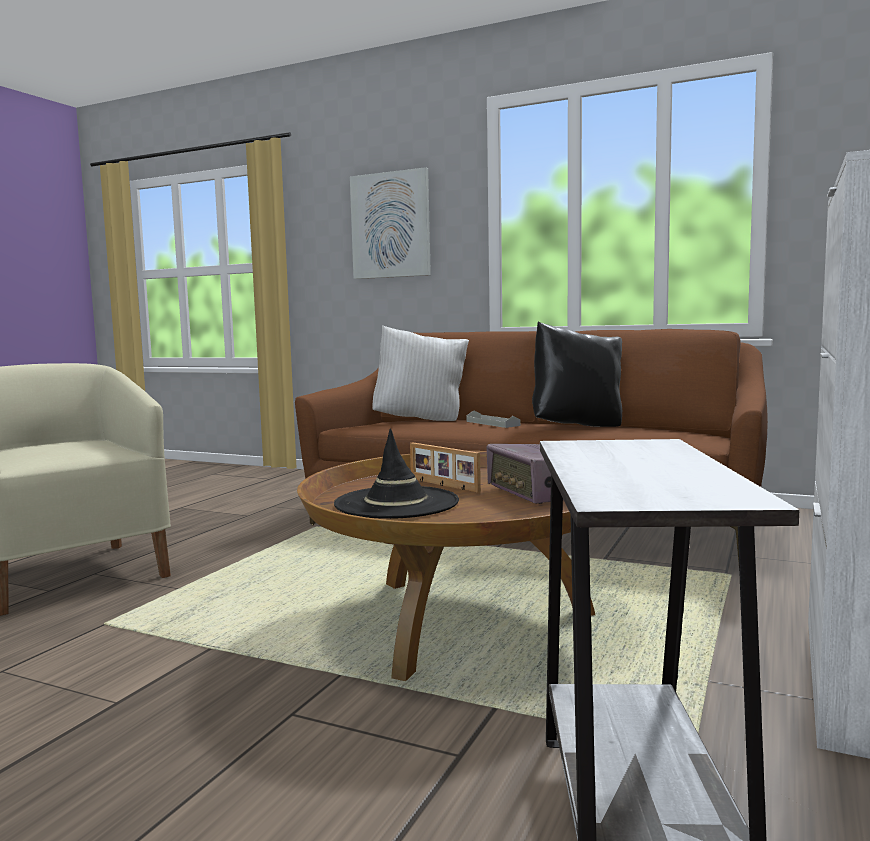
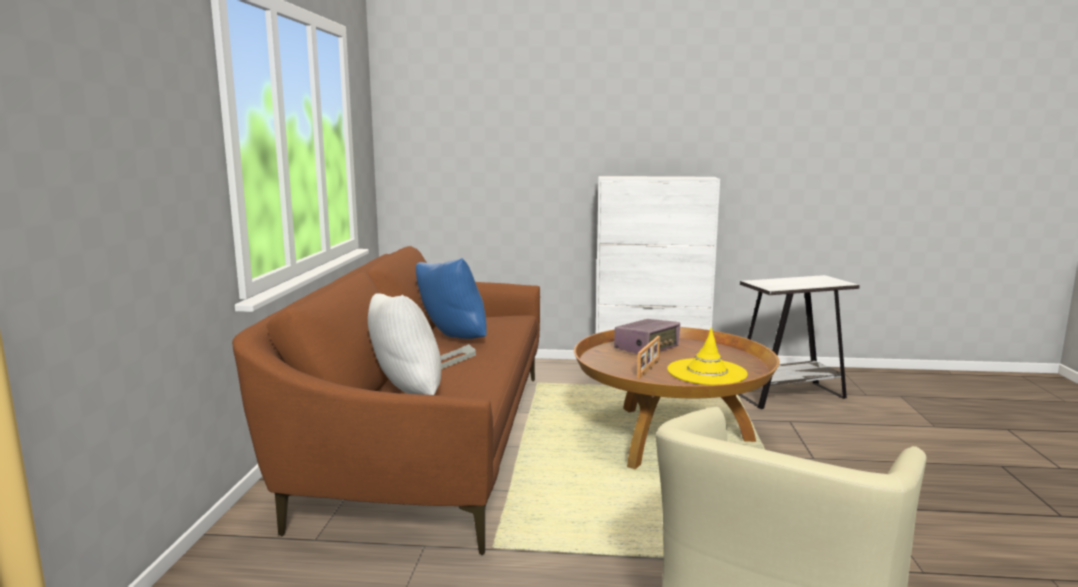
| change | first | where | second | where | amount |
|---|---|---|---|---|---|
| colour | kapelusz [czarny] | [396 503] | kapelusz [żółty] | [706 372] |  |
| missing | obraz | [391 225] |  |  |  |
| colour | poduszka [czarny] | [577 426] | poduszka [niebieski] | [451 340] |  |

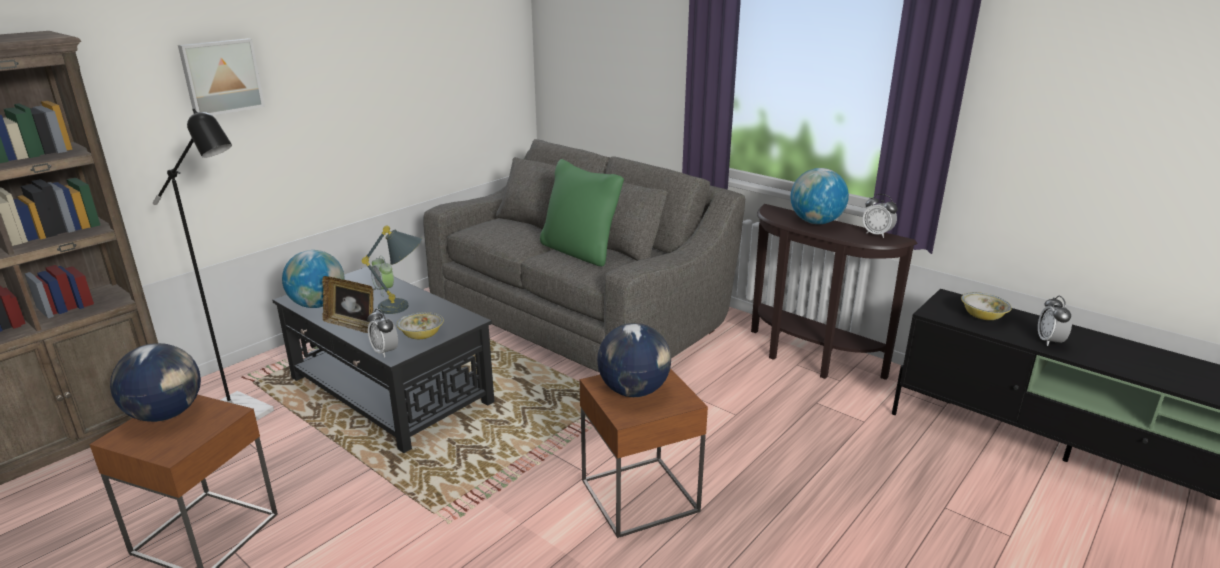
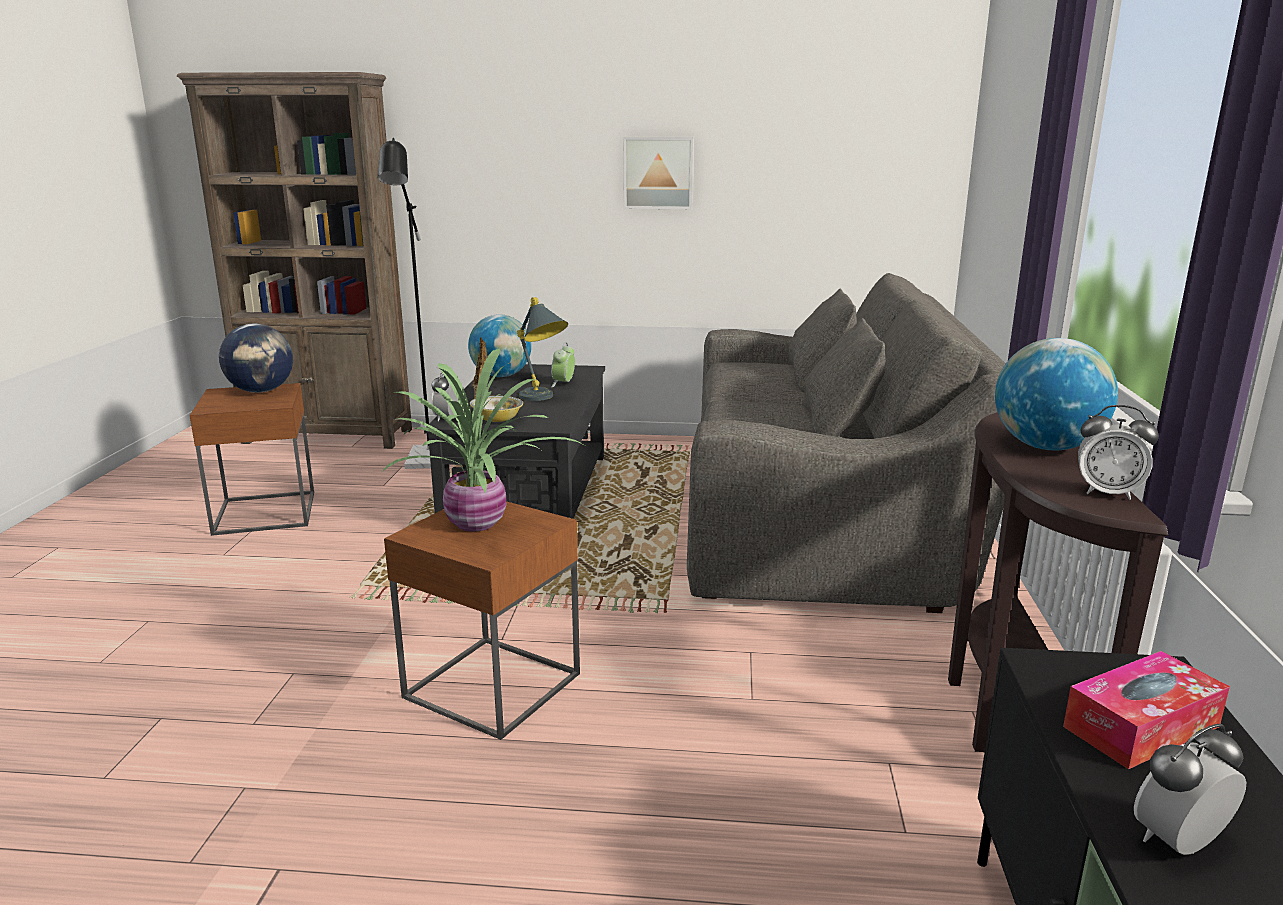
| change | first | where | second | where | amount |
|---|---|---|---|---|---|
| relocated | obraz | [221 76] |  | [658 173] |  |
| missing | poduszka [zielony] | [580 251] |  |  |  |
| exchanged | globus | [634 391] | roślina doniczkowa | [480 524] |  |
| spun | budzik | [877 234] |  | [1107 493] | 75 degrees counterclockwise |
| exchanged | miska | [982 316] | pudełko chusteczek | [1141 726] |  |

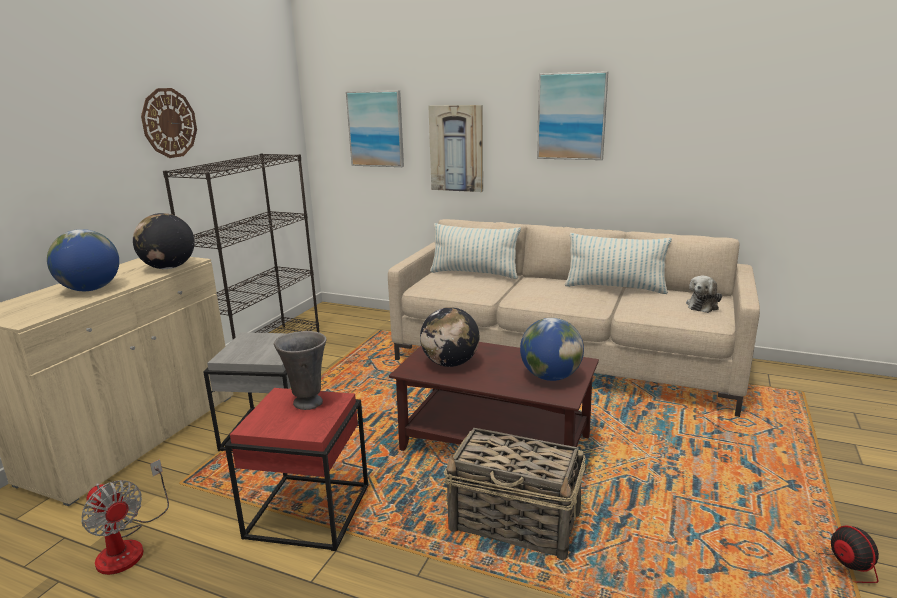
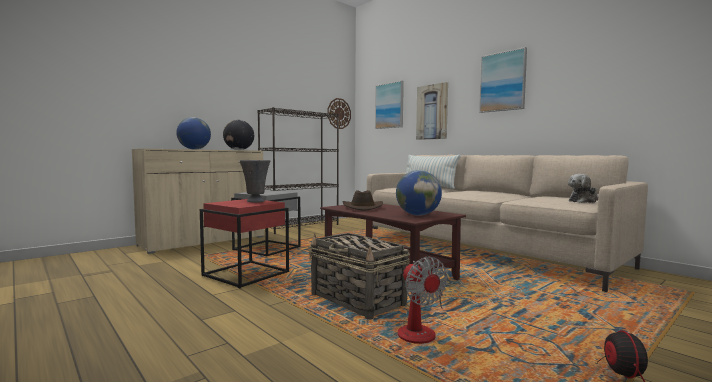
| change | first | where | second | where | amount |
|---|---|---|---|---|---|
| relocated | wentylator | [128 545] |  | [420 330] |  |
| relocated | zegar ścienny | [169 123] |  | [339 113] |  |
| exchanged | globus | [450 363] | kapelusz [brązowy] | [362 207] |  |
| missing | poduszka | [615 288] |  |  |  |

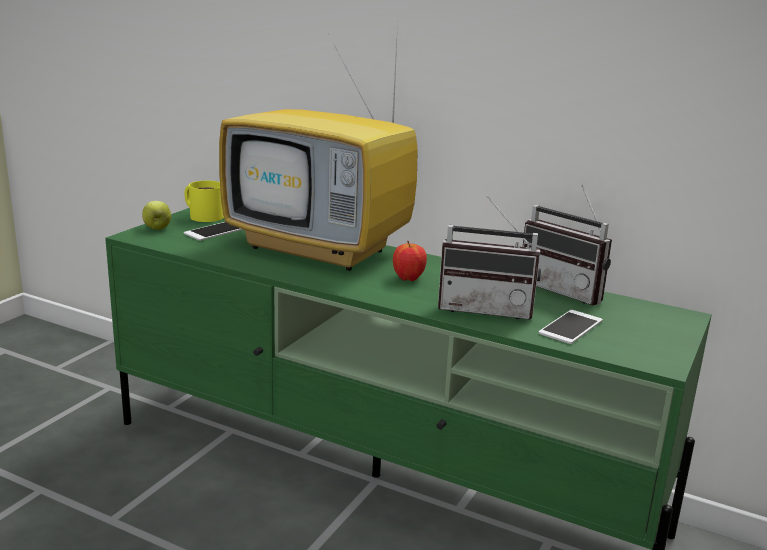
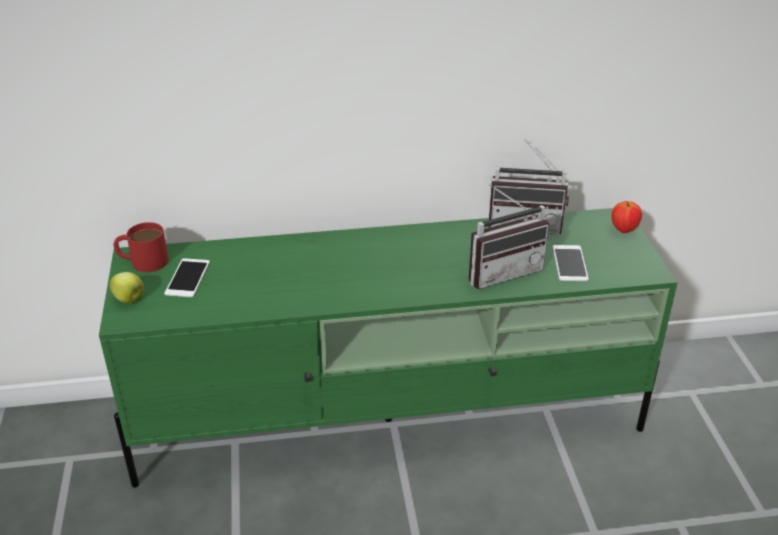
| change | first | where | second | where | amount |
|---|---|---|---|---|---|
| colour | kubek [żółty] | [202 215] | kubek [czerwony] | [142 261] |  |
| missing | telewizor | [322 249] |  |  |  |
| relocated | jabłko | [408 279] |  | [624 230] |  |

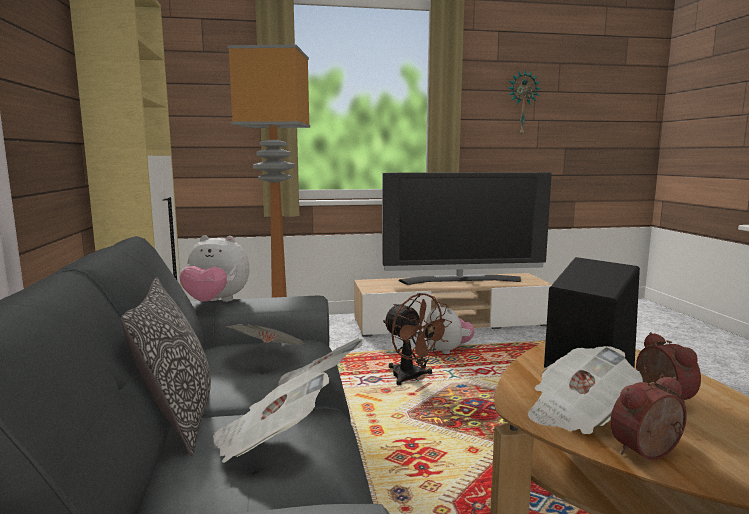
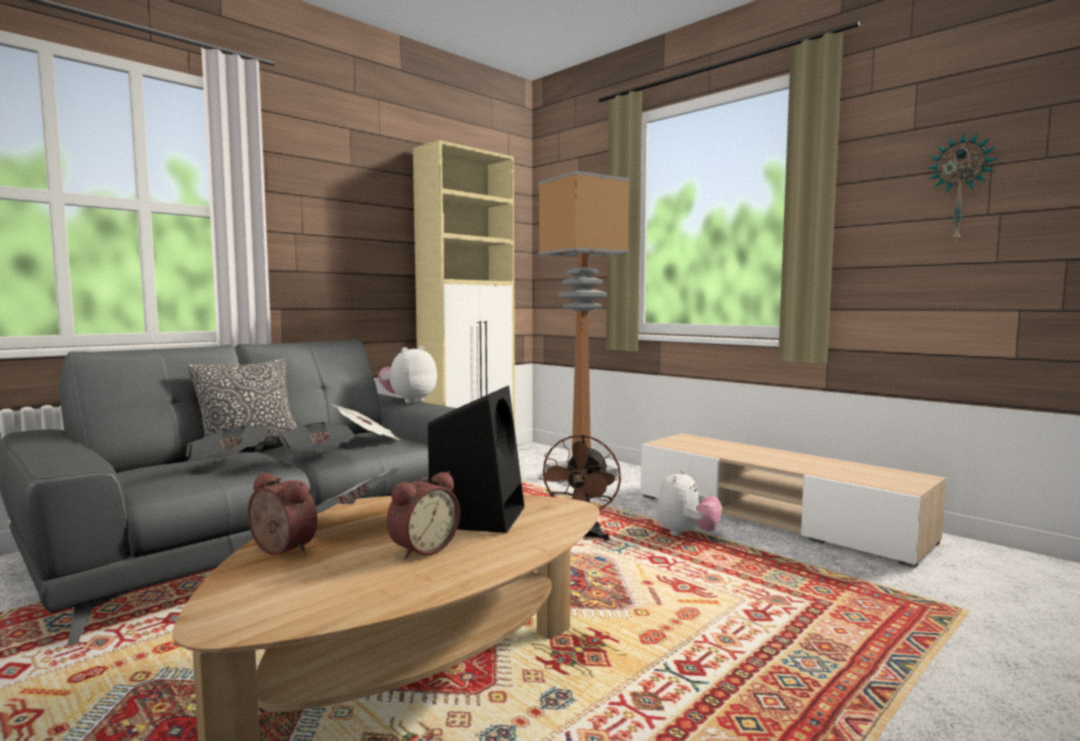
| change | first | where | second | where | amount |
|---|---|---|---|---|---|
| spun | pluszak | [216 302] |  | [408 401] | 60 degrees clockwise |
| missing | telewizor | [461 280] |  |  |  |

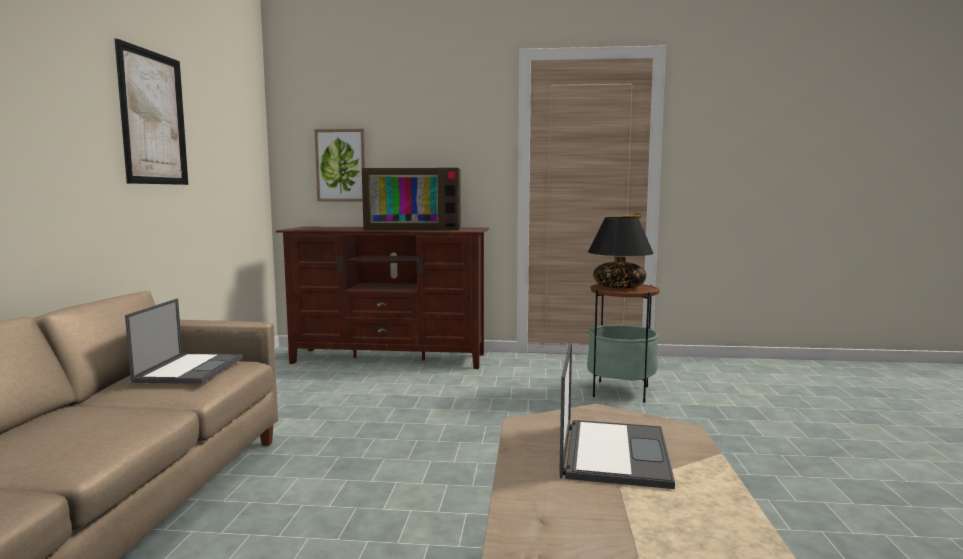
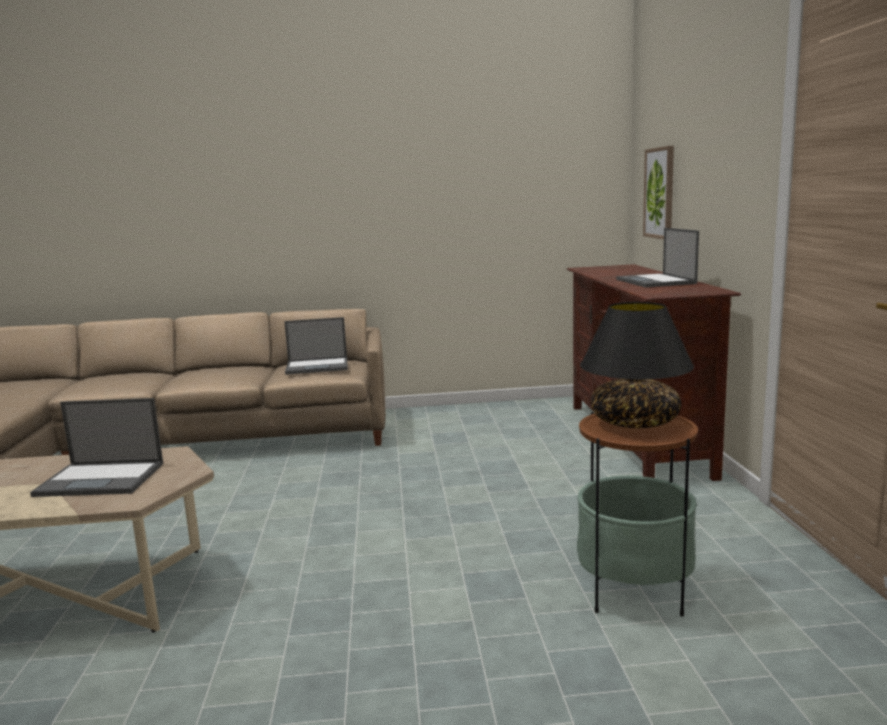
| change | first | where | second | where | amount |
|---|---|---|---|---|---|
| missing | obraz | [153 118] |  |  |  |
| exchanged | telewizor | [415 228] | laptop | [656 281] |  |

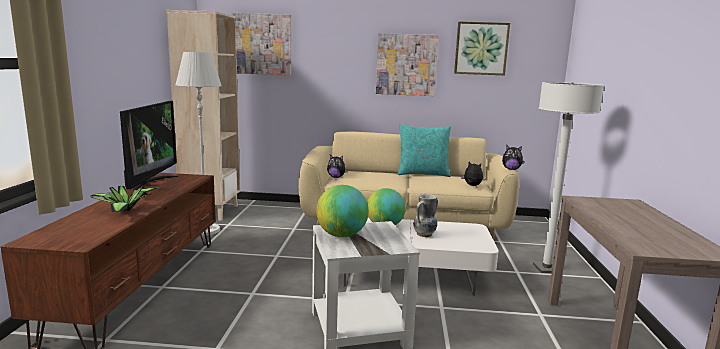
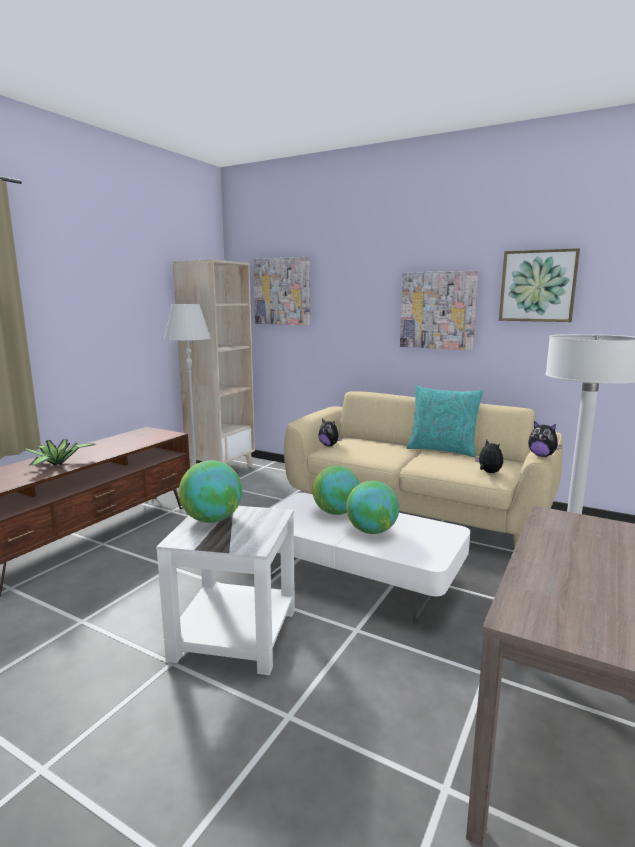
| change | first | where | second | where | amount |
|---|---|---|---|---|---|
| missing | telewizor | [150 185] |  |  |  |
| exchanged | wazon | [424 235] | globus | [371 531] |  |

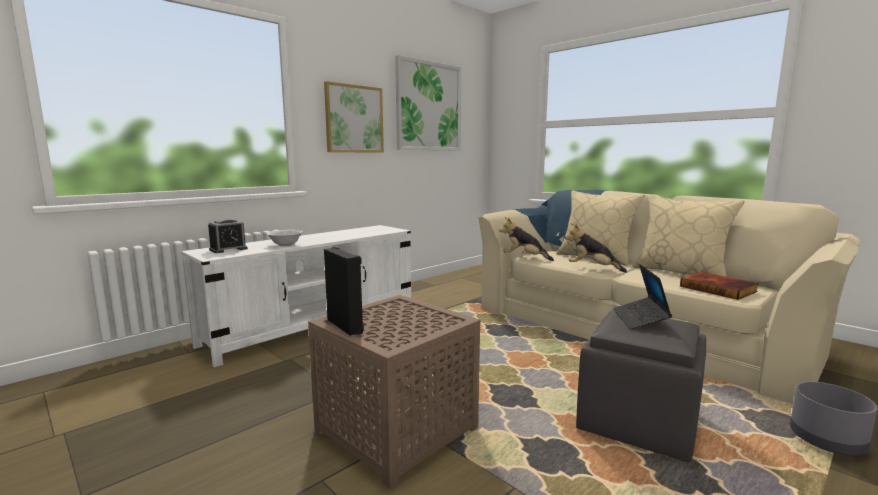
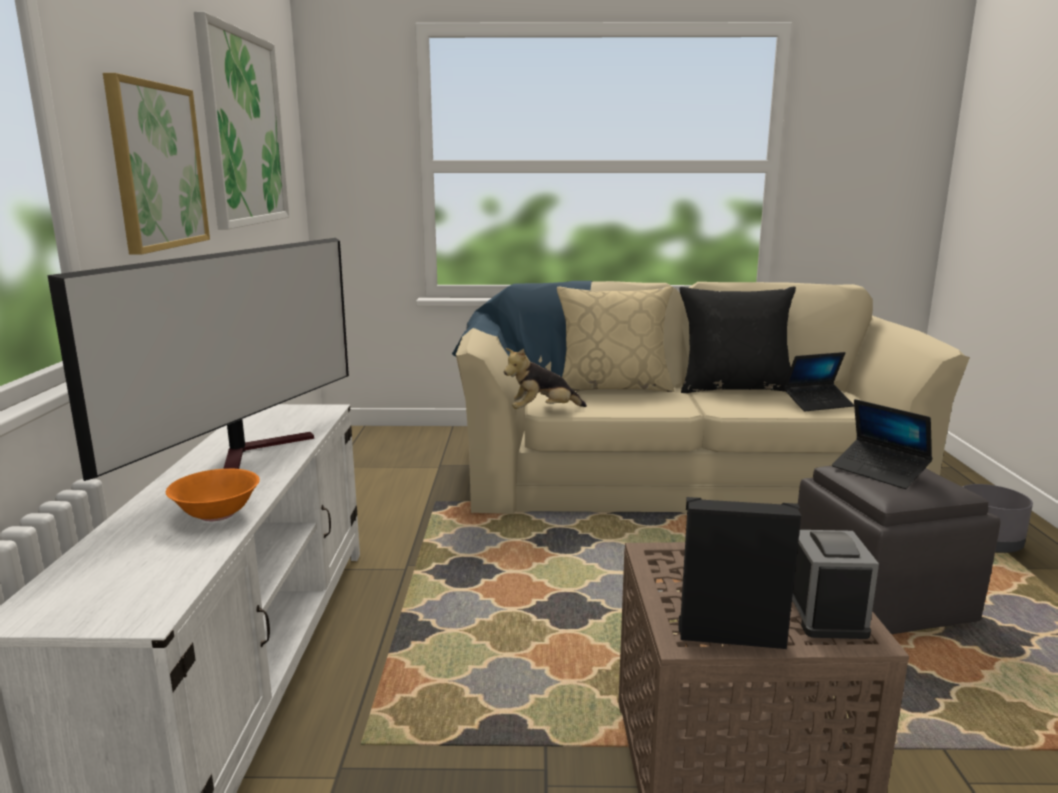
| change | first | where | second | where | amount |
|---|---|---|---|---|---|
| relocated | budzik | [228 249] |  | [825 613] |  |
| colour | miska [biały] | [285 245] | miska [pomarańczowy] | [216 514] |  |
| missing | pluszak | [592 269] |  |  |  |
| colour | poduszka [beżowy] | [681 272] | poduszka [czarny] | [734 388] |  |
| exchanged | książka | [718 289] | laptop | [817 403] |  |
| appeared |  |  | telewizor | [255 452] |  |

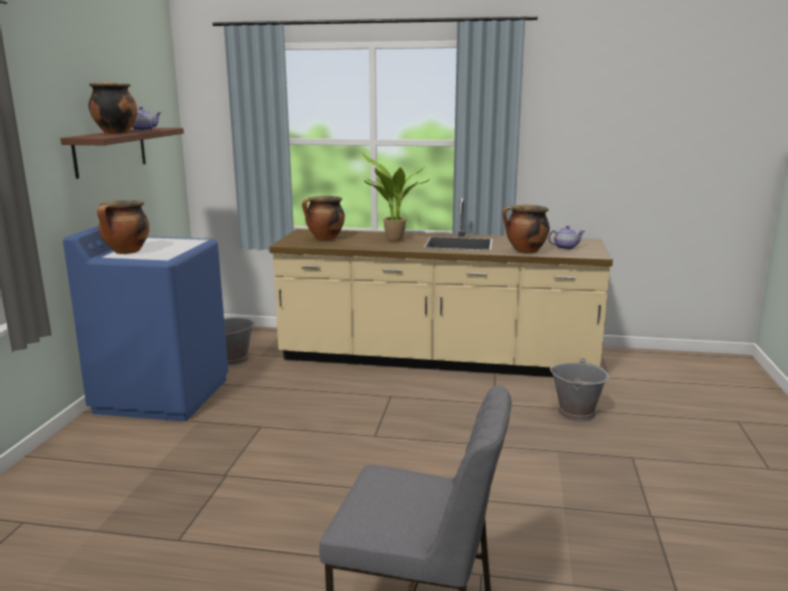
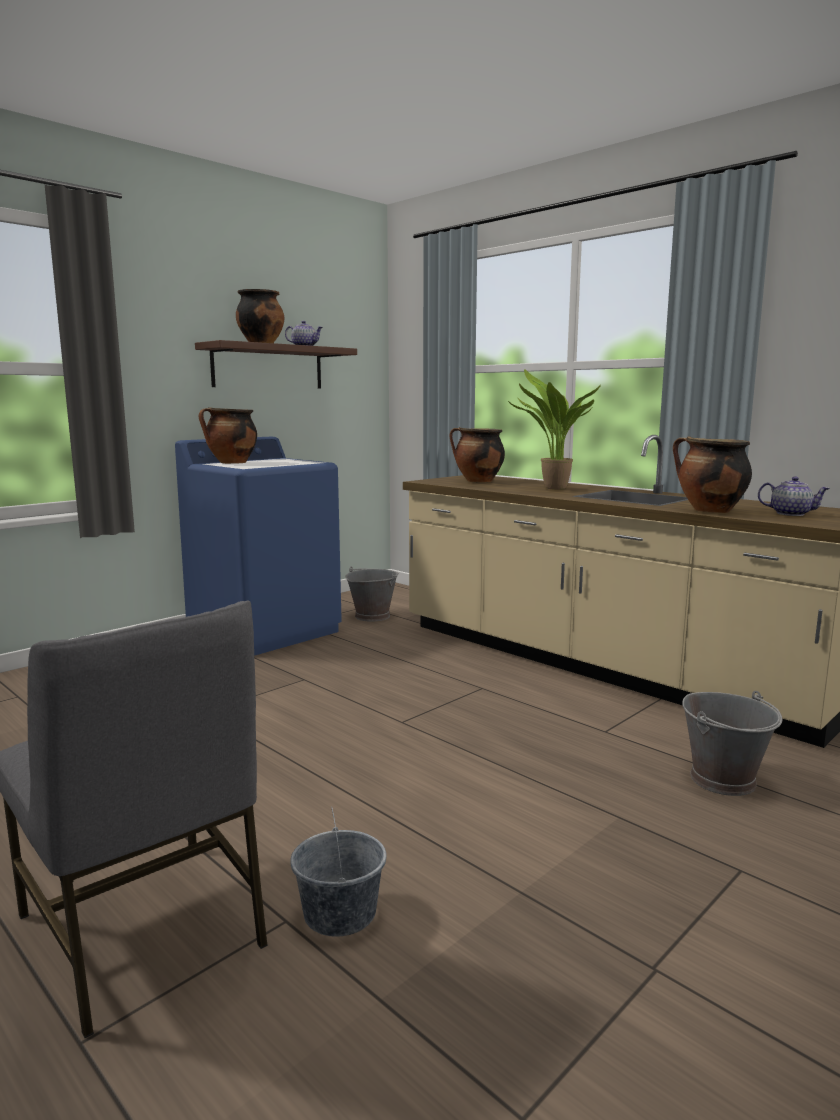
| change | first | where | second | where | amount |
|---|---|---|---|---|---|
| appeared |  |  | wiadro [szary] | [340 913] |  |

